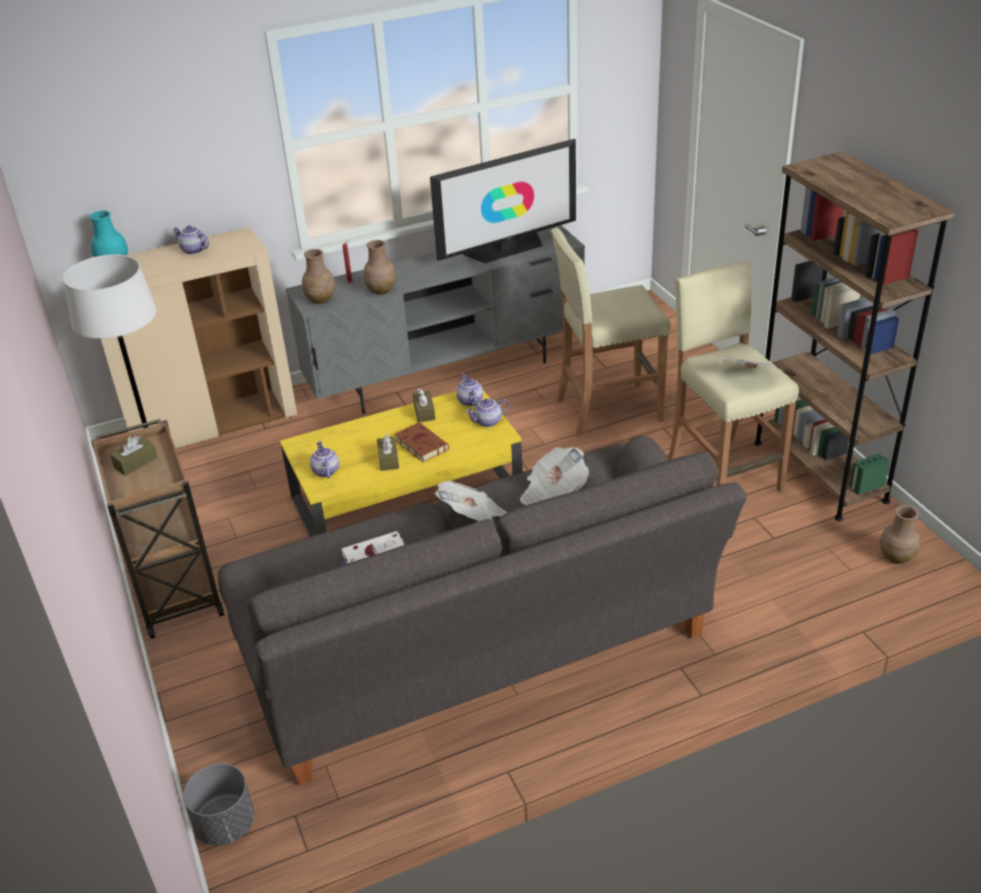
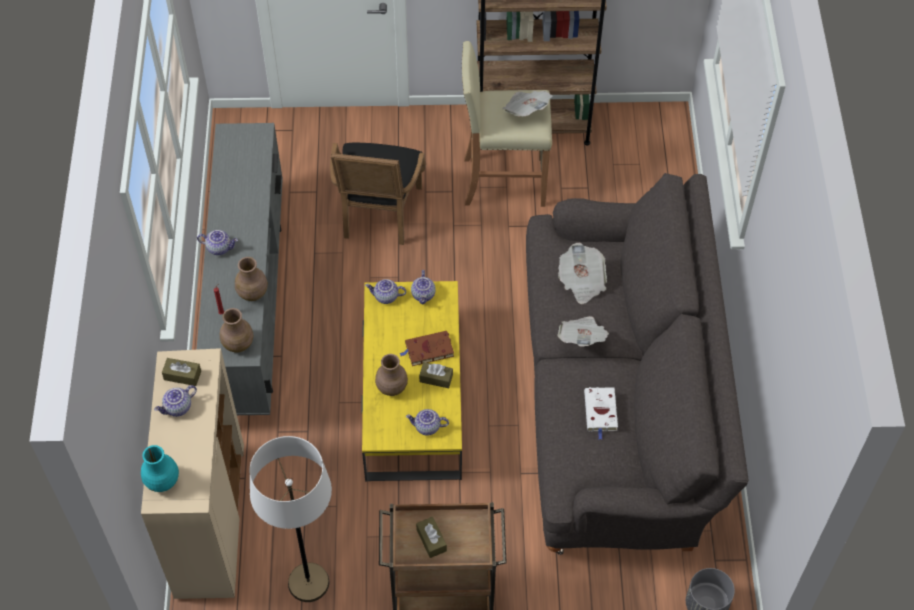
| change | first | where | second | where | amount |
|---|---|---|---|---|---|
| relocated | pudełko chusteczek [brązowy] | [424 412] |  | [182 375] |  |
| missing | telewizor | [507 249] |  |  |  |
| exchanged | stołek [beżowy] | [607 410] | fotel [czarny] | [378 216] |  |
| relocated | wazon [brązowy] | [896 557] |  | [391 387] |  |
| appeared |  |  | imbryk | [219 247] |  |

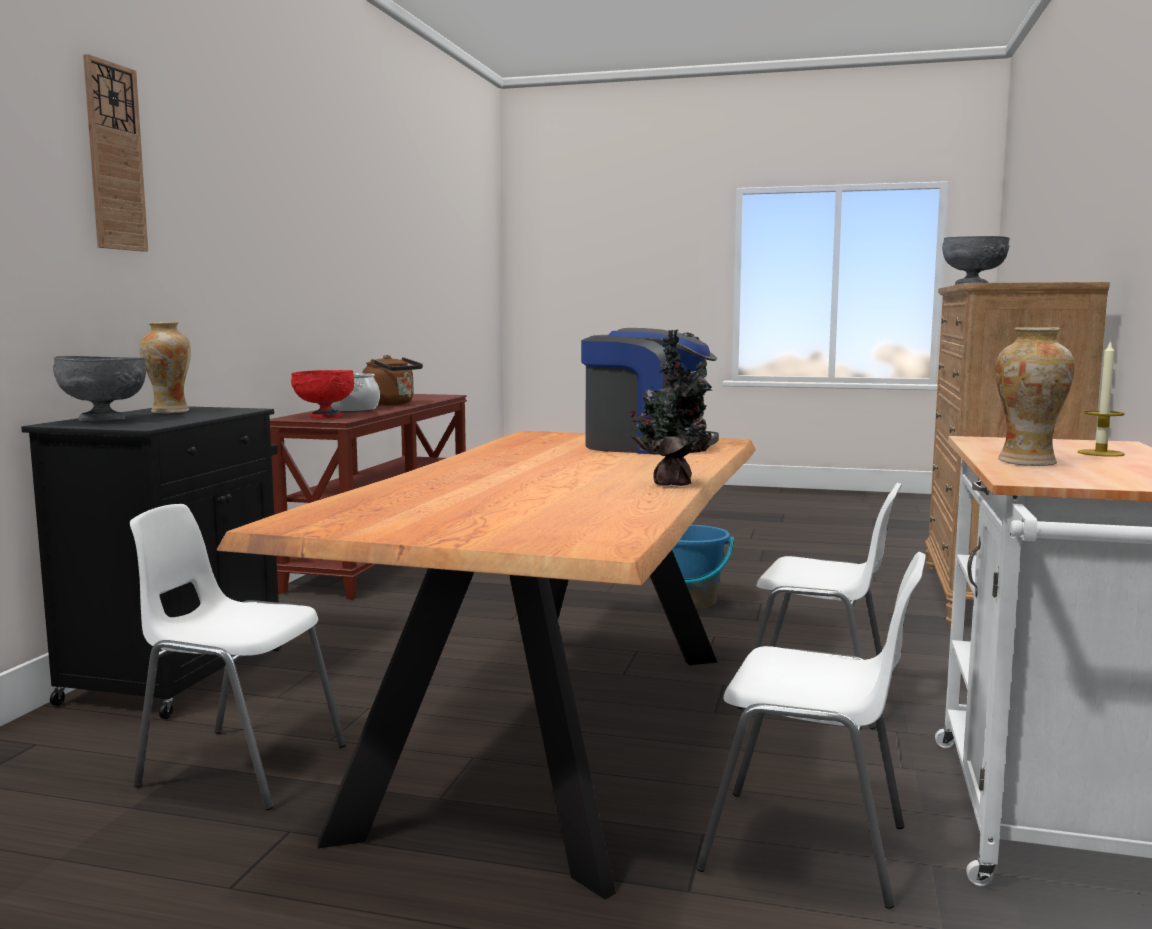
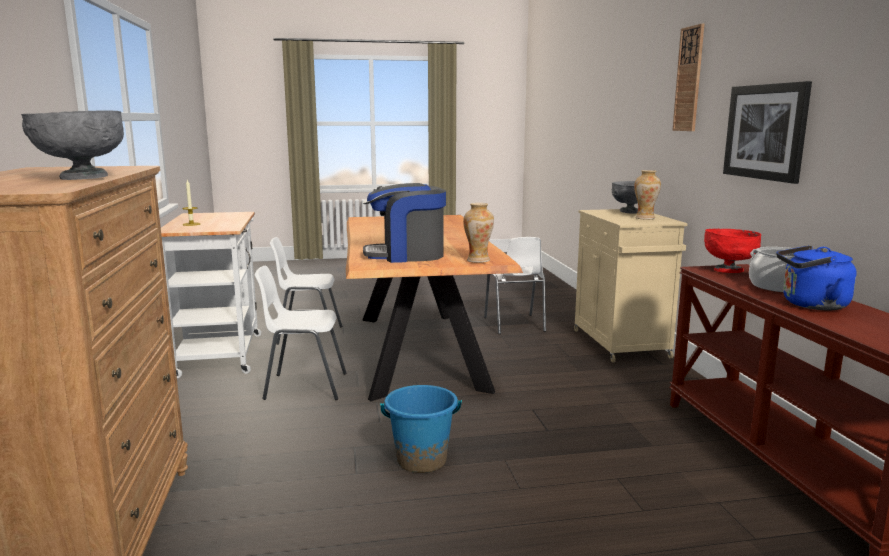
| change | first | where | second | where | amount |
|---|---|---|---|---|---|
| colour | szafka [czarny] | [178 674] | szafka [beżowy] | [621 344] |  |
| spun | krzesło [biały] | [239 765] |  | [515 325] | 90 degrees clockwise |
| colour | czajnik [brązowy] | [392 404] | czajnik [niebieski] | [810 305] |  |
| missing | roślina doniczkowa | [672 483] |  |  |  |
| relocated | wazon | [1027 462] |  | [478 260] |  |
| appeared |  |  | obraz | [765 132] |  |

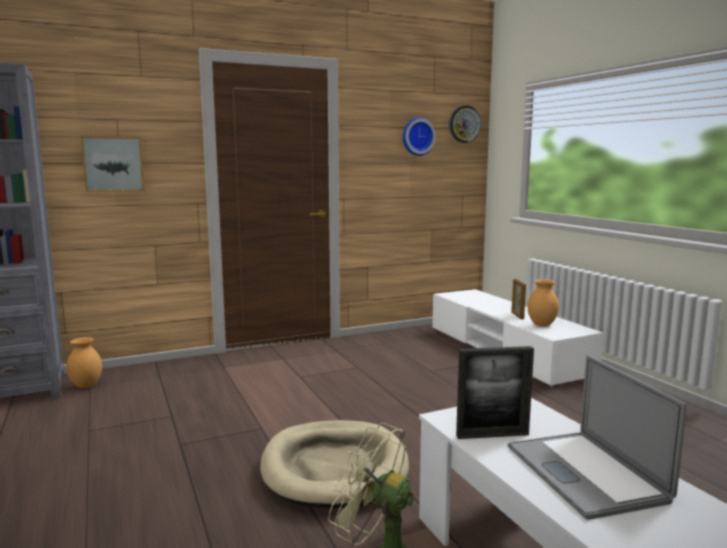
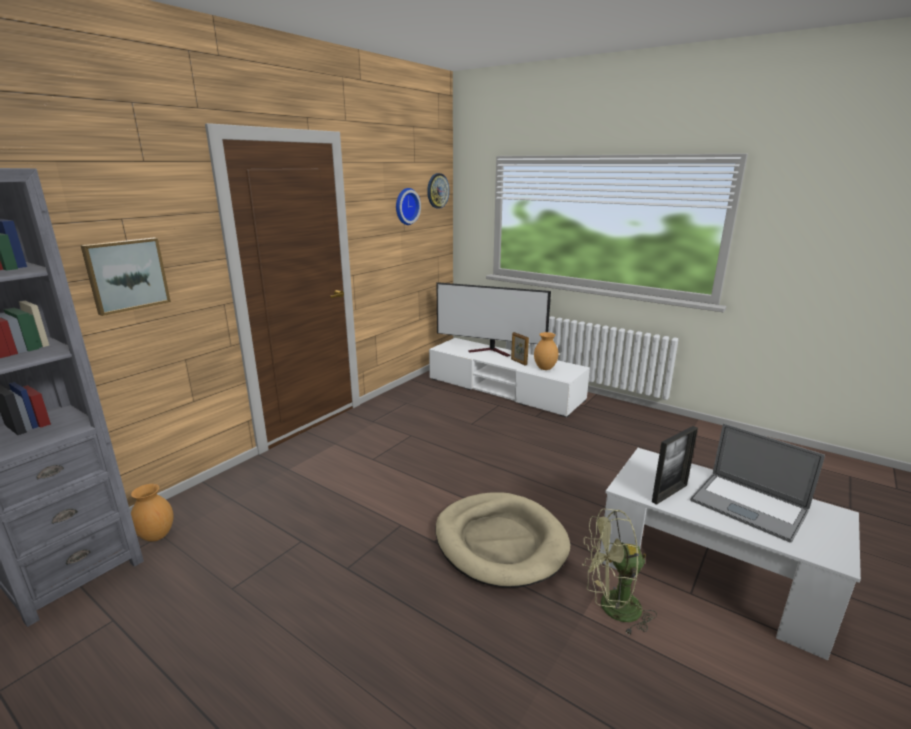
| change | first | where | second | where | amount |
|---|---|---|---|---|---|
| appeared |  |  | telewizor | [492 351] |  |

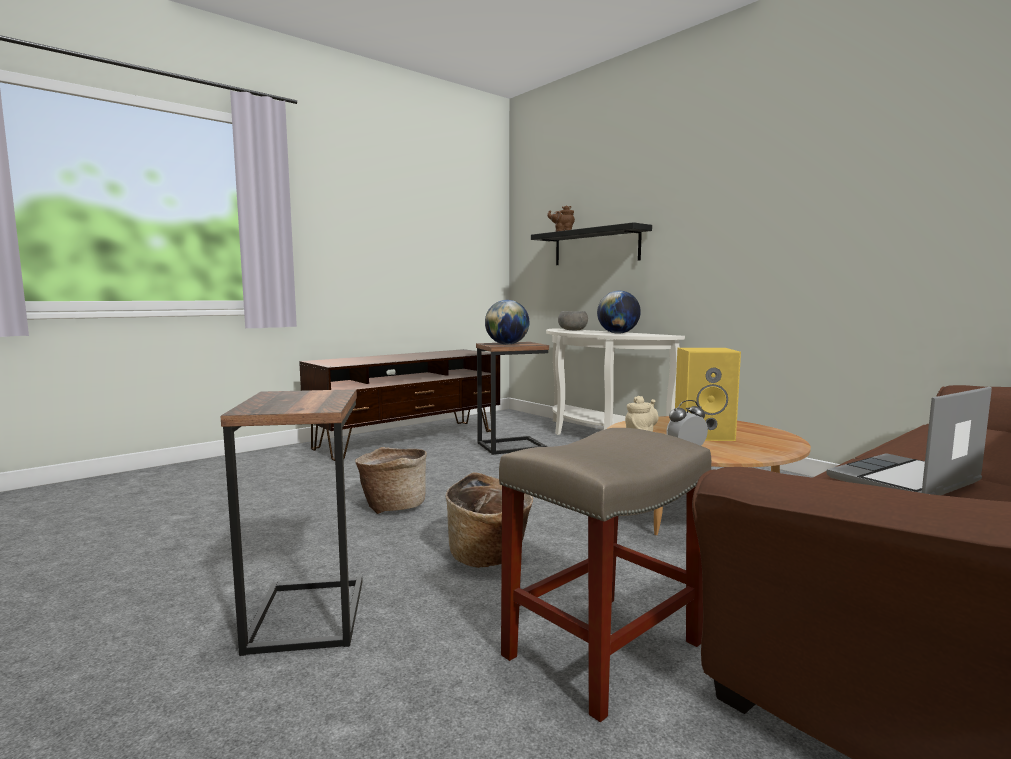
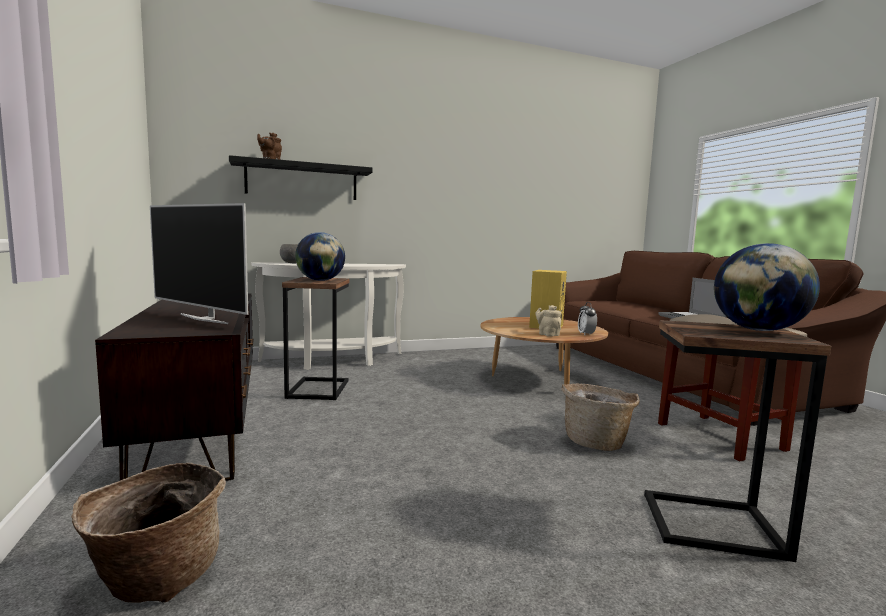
| change | first | where | second | where | amount |
|---|---|---|---|---|---|
| relocated | koszyk | [392 506] |  | [156 578] |  |
| relocated | globus | [618 333] |  | [758 330] |  |
| appeared |  |  | telewizor | [204 319] |  |

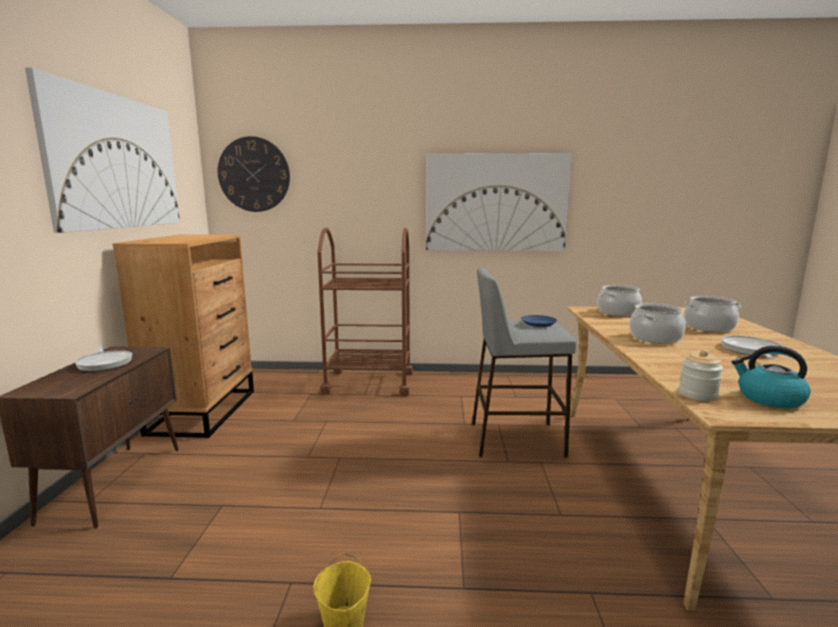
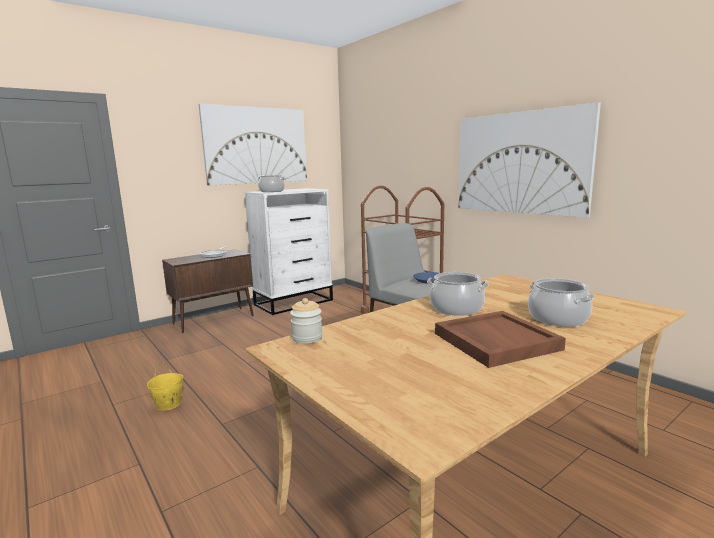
| change | first | where | second | where | amount |
|---|---|---|---|---|---|
| colour | komoda [brązowy] | [204 411] | komoda [biały] | [294 302] |  |
| missing | zegar ścienny | [254 174] |  |  |  |
| relocated | garnek | [618 312] |  | [272 191] |  |
| exchanged | patelnia | [751 351] | taca [brązowy] | [494 341] |  |
| missing | czajnik | [769 399] |  |  |  |

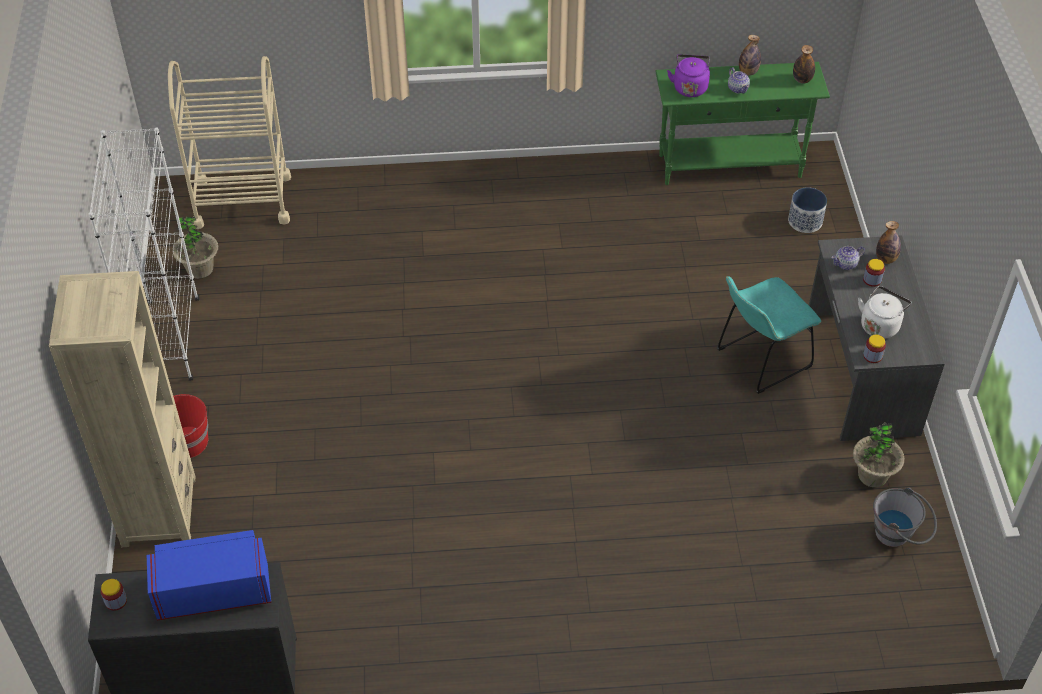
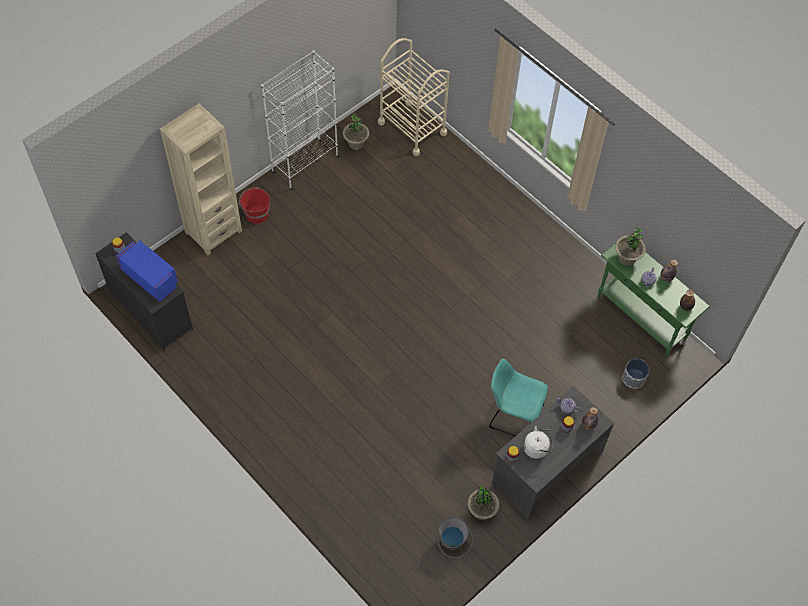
| change | first | where | second | where | amount |
|---|---|---|---|---|---|
| exchanged | czajnik [fioletowy] | [690 87] | roślina doniczkowa | [627 258] |  |

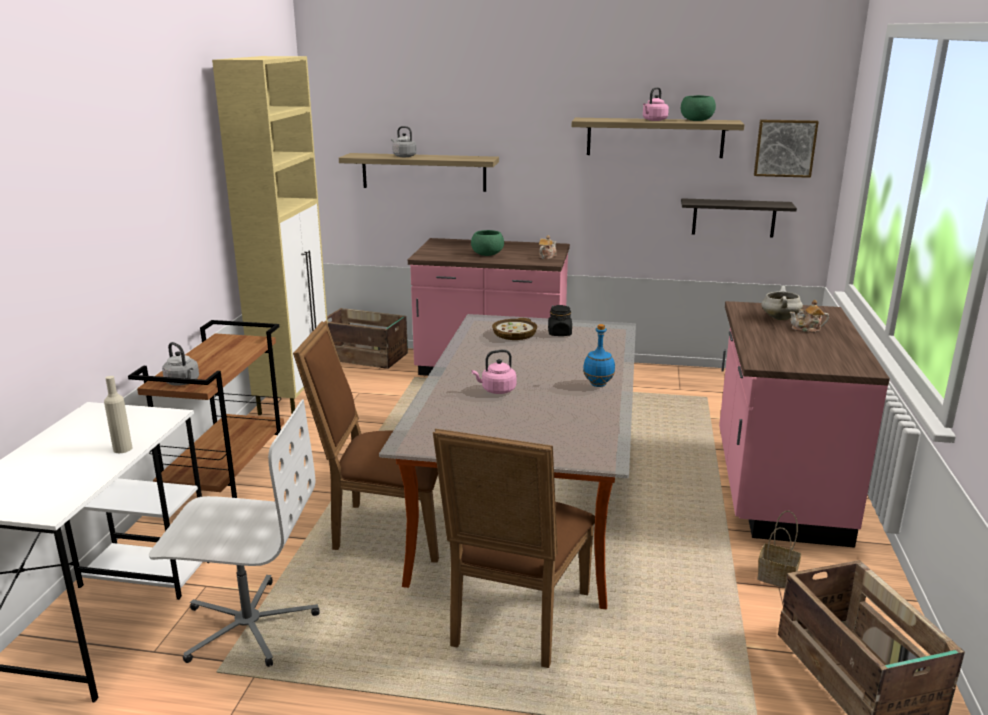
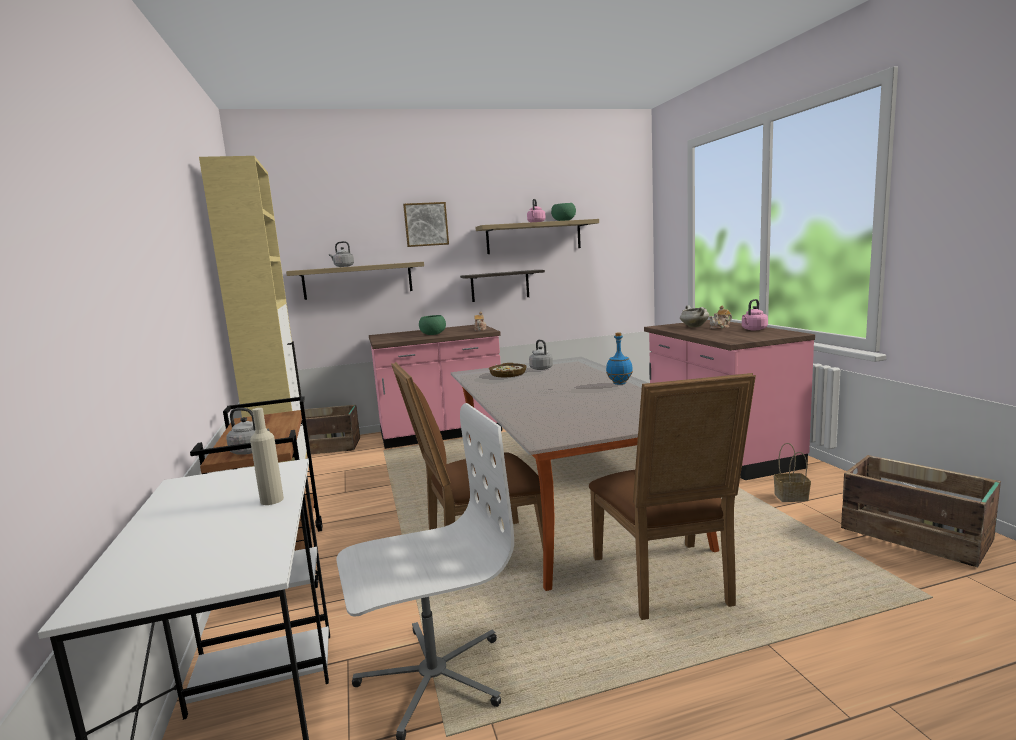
| change | first | where | second | where | amount |
|---|---|---|---|---|---|
| relocated | czajnik [różowy] | [496 390] |  | [753 329] |  |
| exchanged | słoik [czarny] | [559 333] | czajnik [szary] | [540 368] |  |
| relocated | półka | [733 218] |  | [500 286] |  |
| relocated | obraz | [785 148] |  | [426 224] |  |

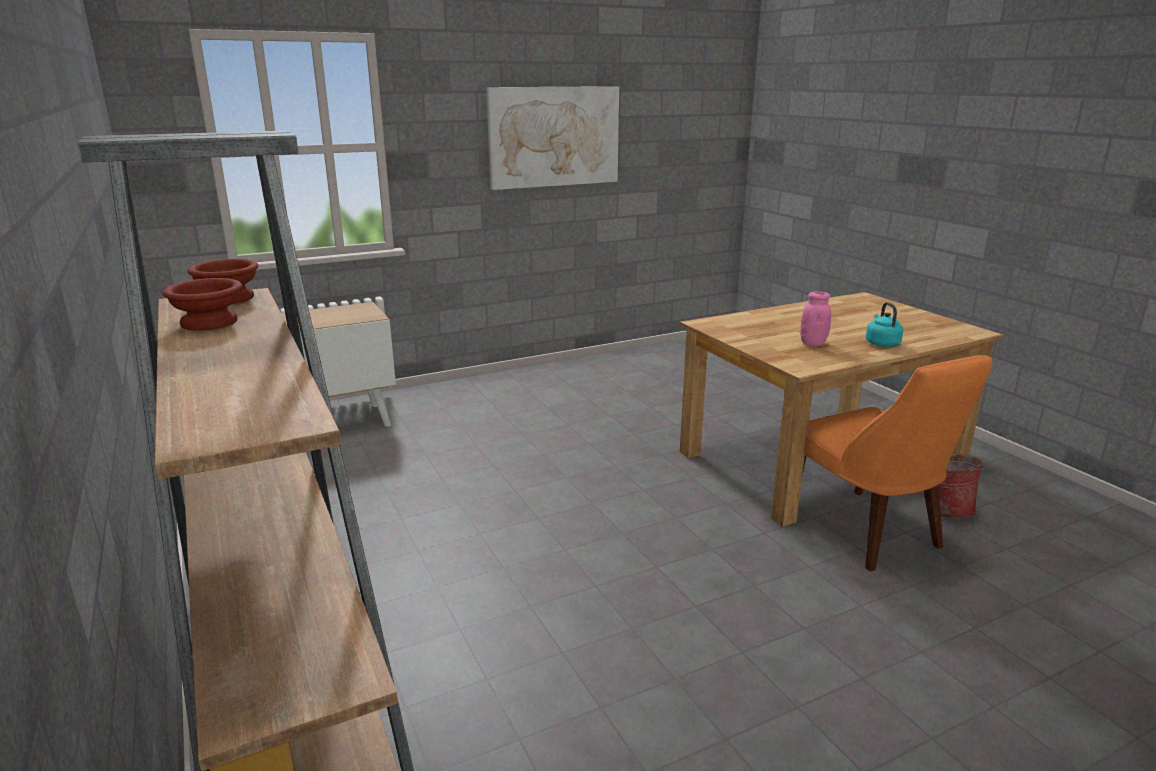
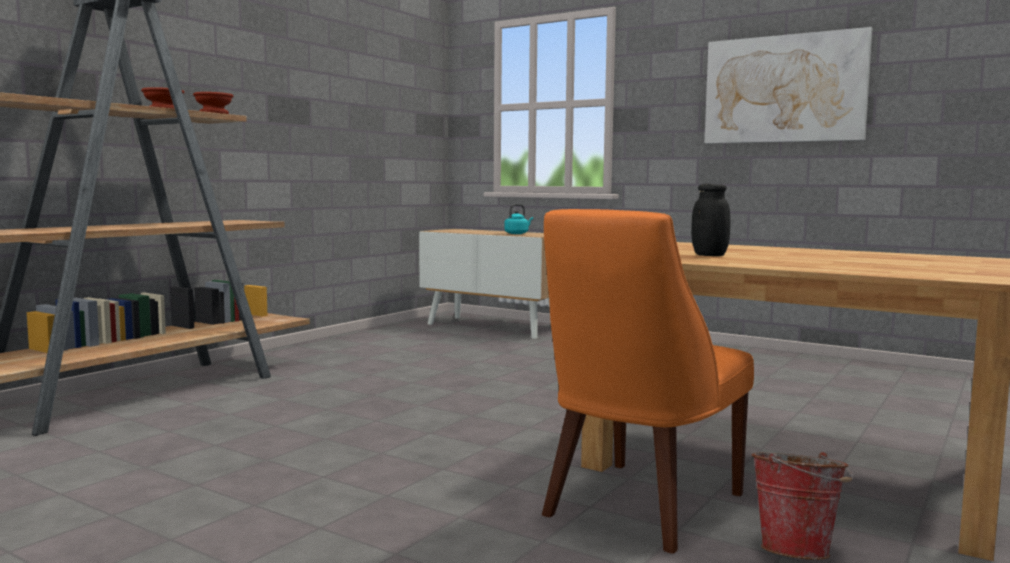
| change | first | where | second | where | amount |
|---|---|---|---|---|---|
| colour | słoik [różowy] | [813 343] | słoik [czarny] | [709 255] |  |
| relocated | czajnik [turkusowy] | [881 343] |  | [517 233] |  |

